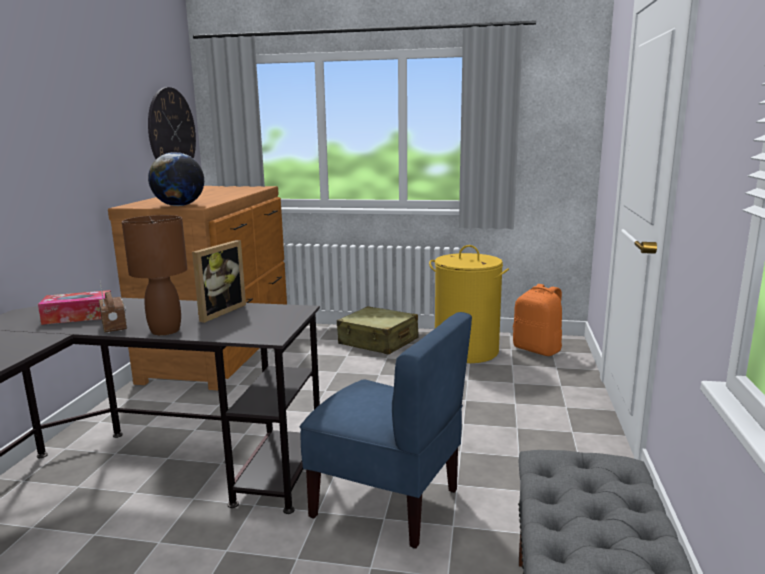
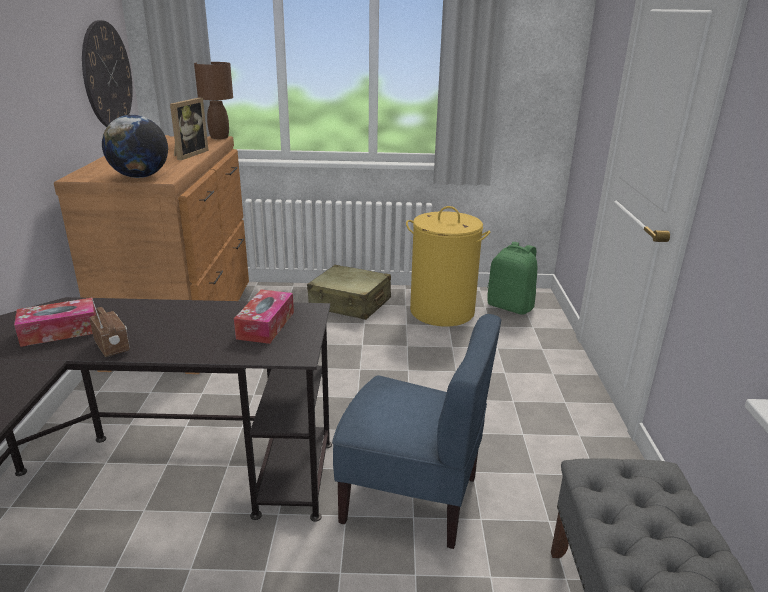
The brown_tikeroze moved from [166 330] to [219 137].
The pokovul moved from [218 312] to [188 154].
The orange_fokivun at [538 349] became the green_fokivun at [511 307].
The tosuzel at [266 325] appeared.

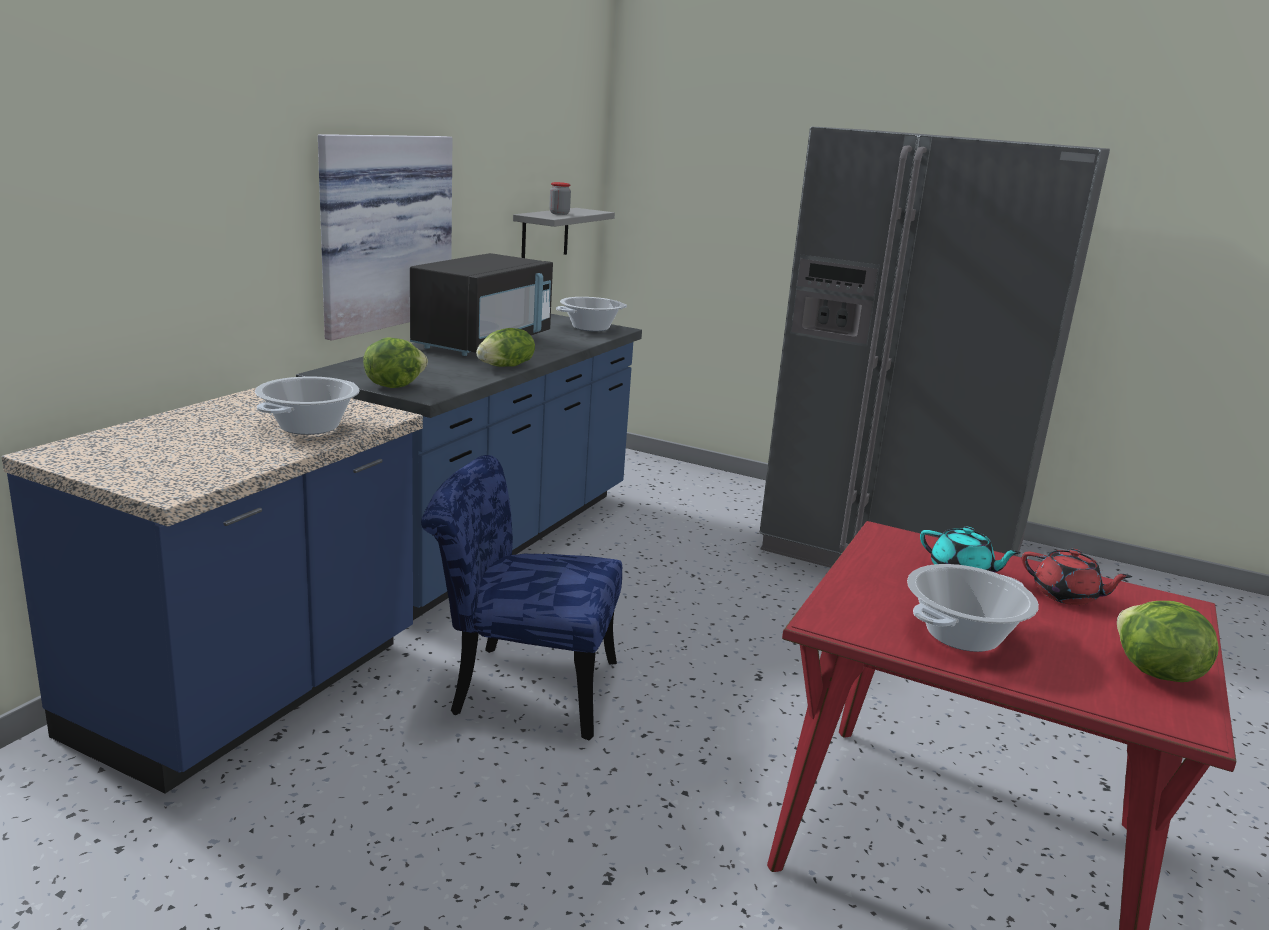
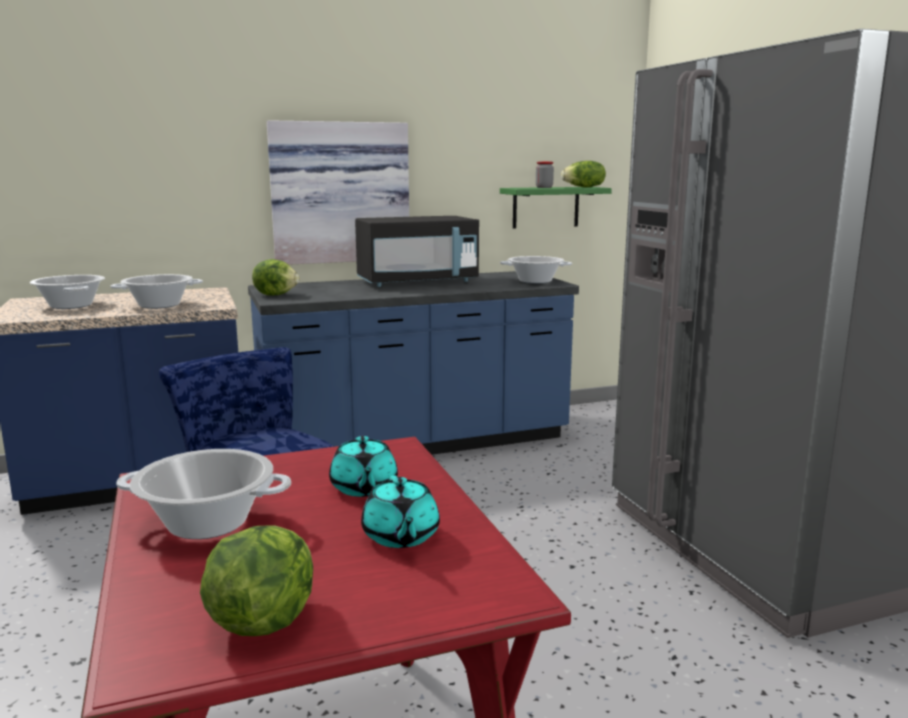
The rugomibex moved from [506 366] to [584 187].
The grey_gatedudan at [545 234] became the green_gatedudan at [546 207].
The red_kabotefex at [1066 596] became the turquoise_kabotefex at [400 536].
The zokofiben at [71 306] appeared.

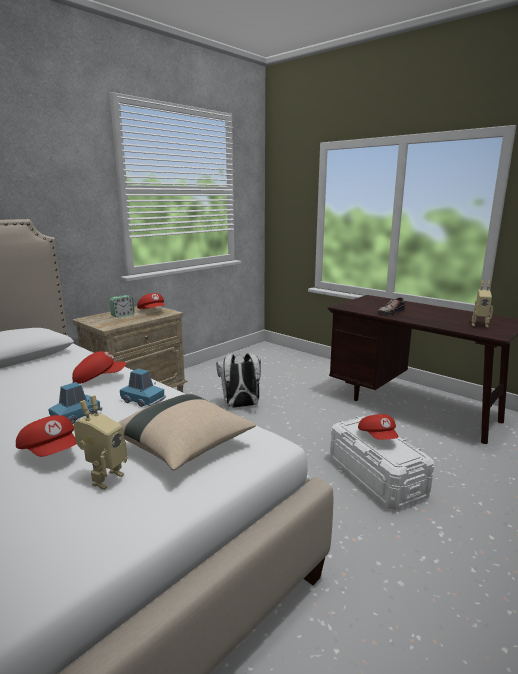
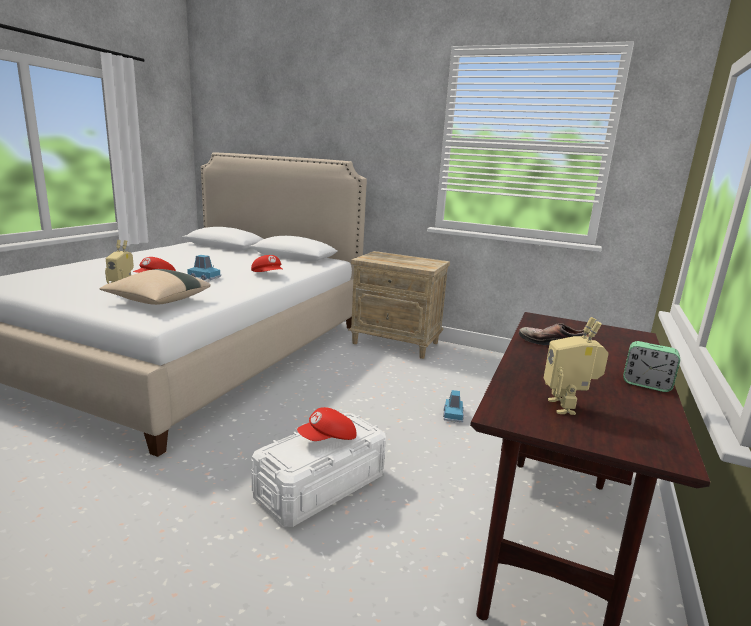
The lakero moved from [123 315] to [646 384].
The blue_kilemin moved from [143 400] to [453 415].
The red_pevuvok at [152 311] disappeared.
The white_fokivun at [240 406] disappeared.

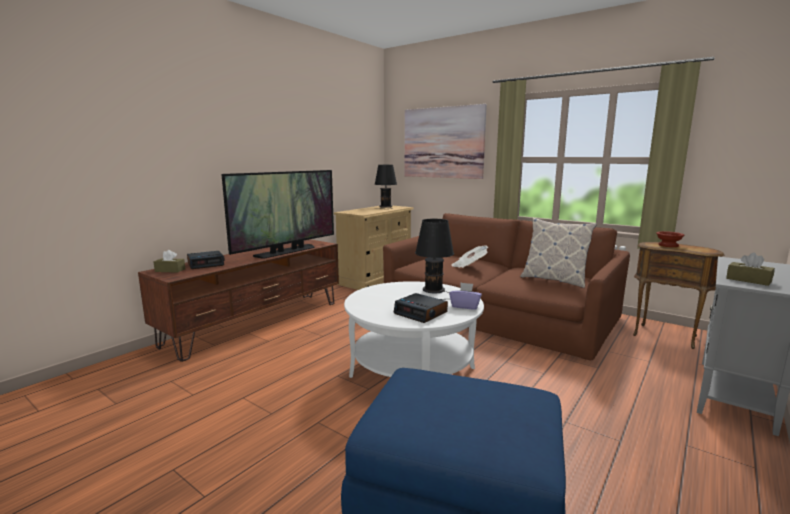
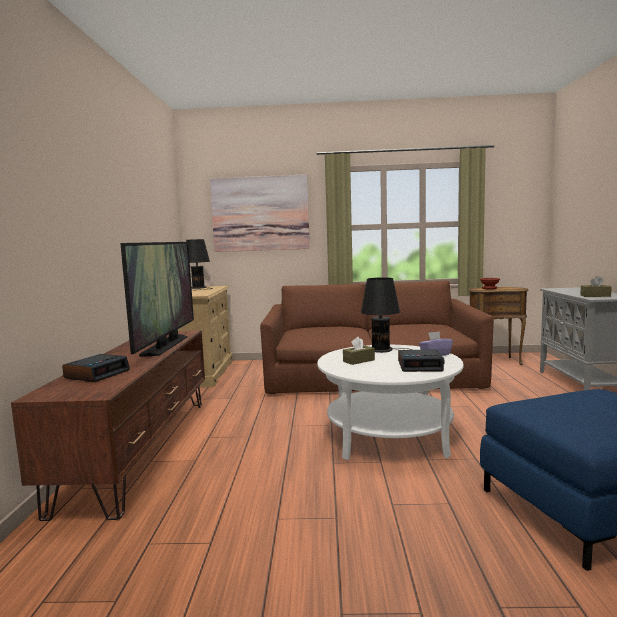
The brown_tosuzel moved from [170 270] to [358 361].
The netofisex at [469 266] disappeared.
The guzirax at [554 280] disappeared.

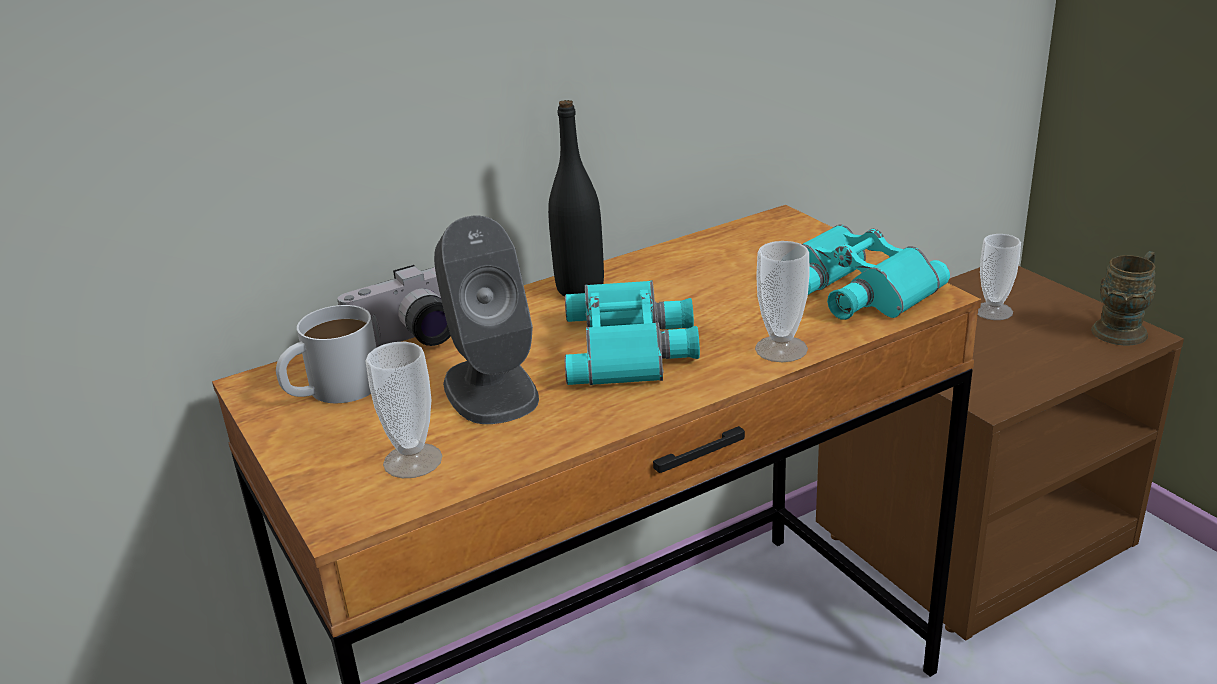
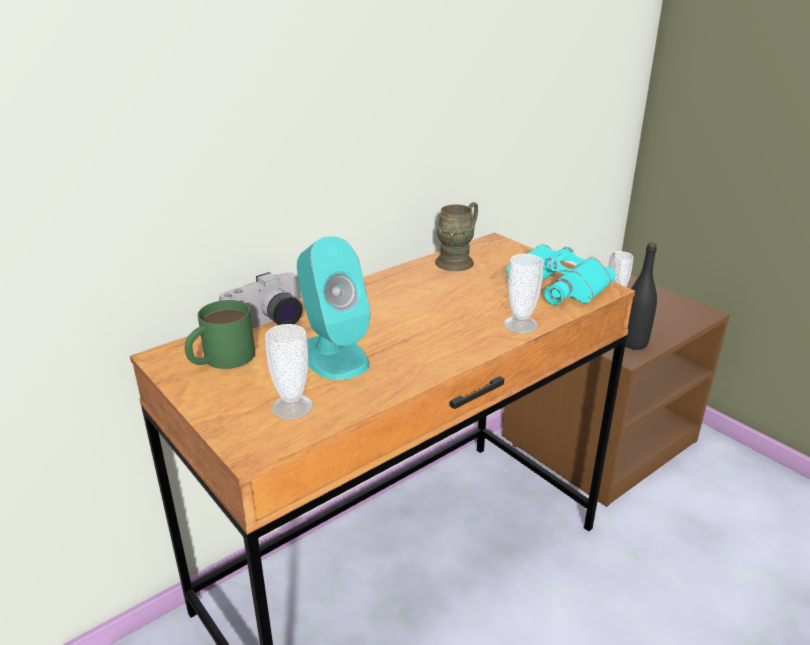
The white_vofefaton at [332 390] became the green_vofefaton at [221 359].
The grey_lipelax at [490 389] became the turquoise_lipelax at [333 356].
The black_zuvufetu moved from [580 289] to [633 343].
The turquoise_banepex at [632 347] disappeared.
The brown_vofefaton moved from [1124 328] to [459 260].

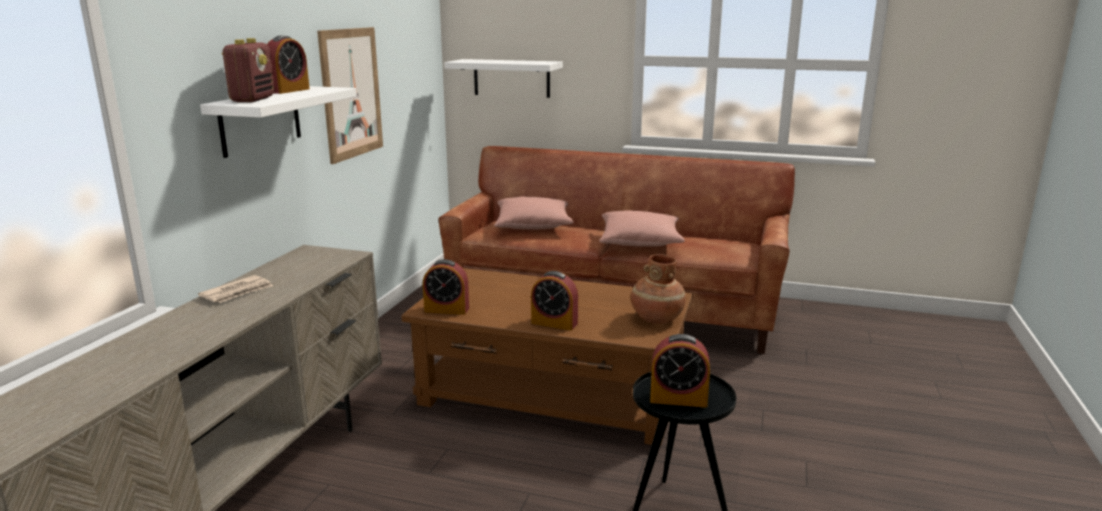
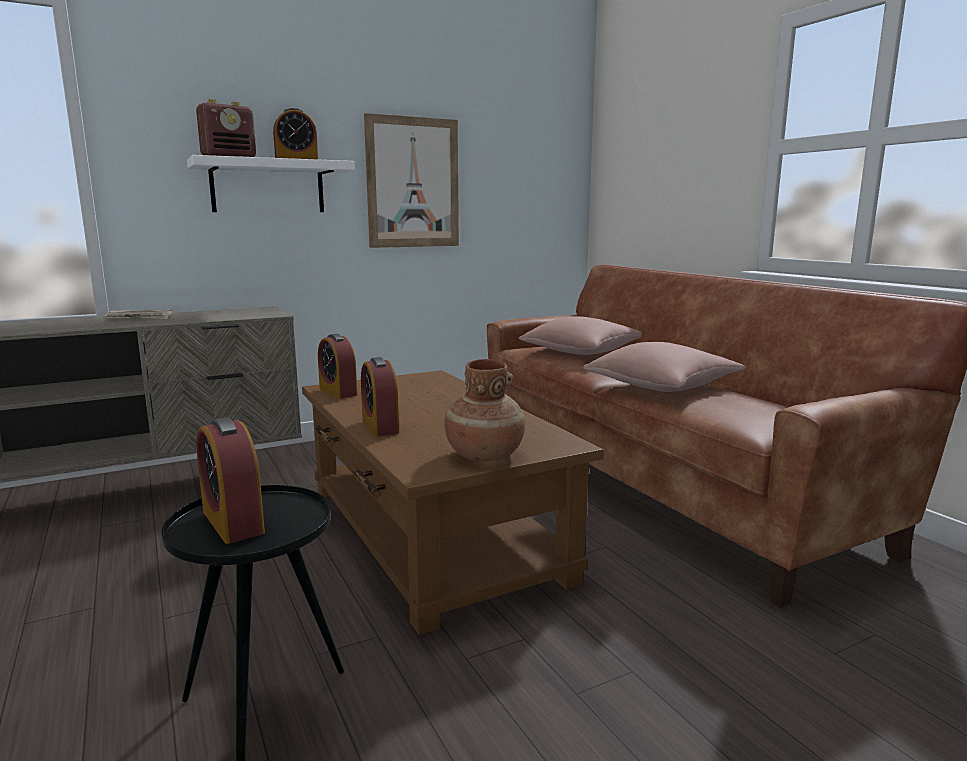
The white_gatedudan at [511 78] disappeared.

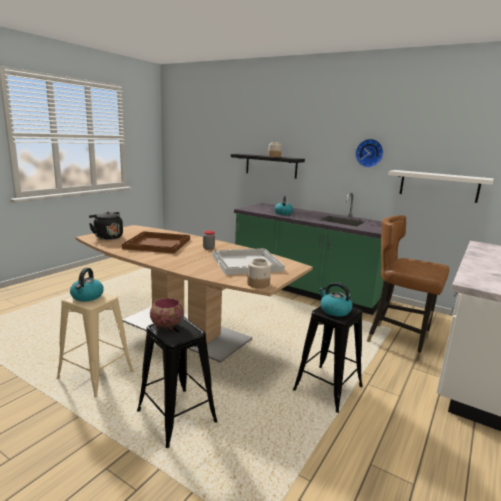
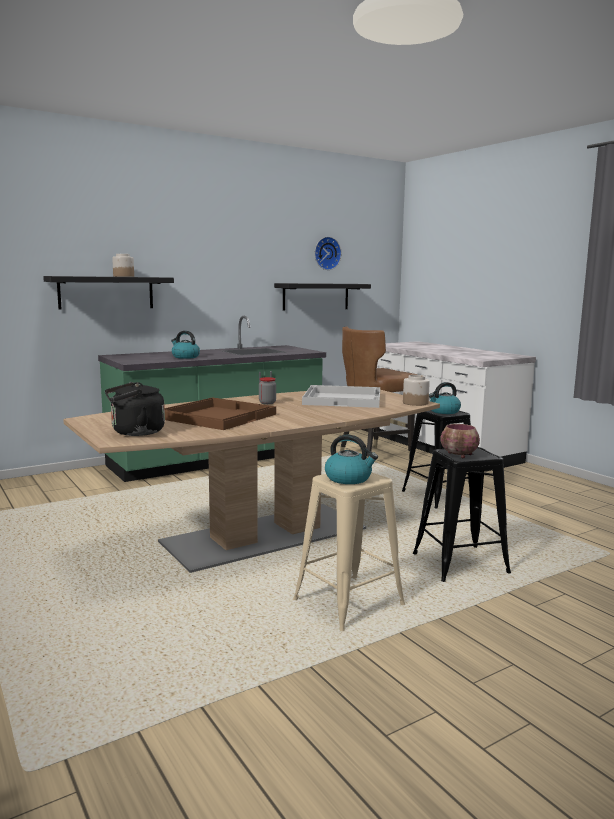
The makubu moved from [369 153] to [326 253].
The white_gatedudan at [438 186] became the black_gatedudan at [316 296].

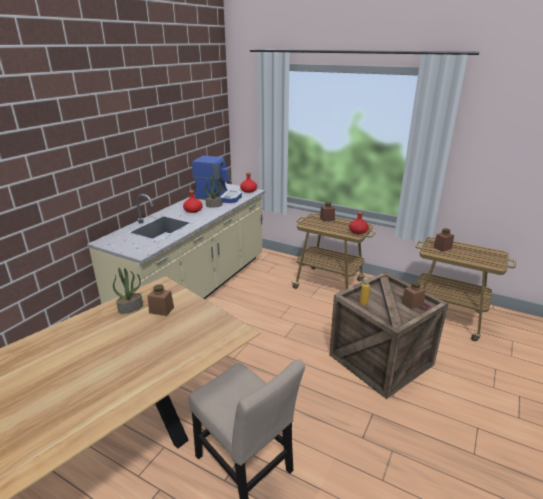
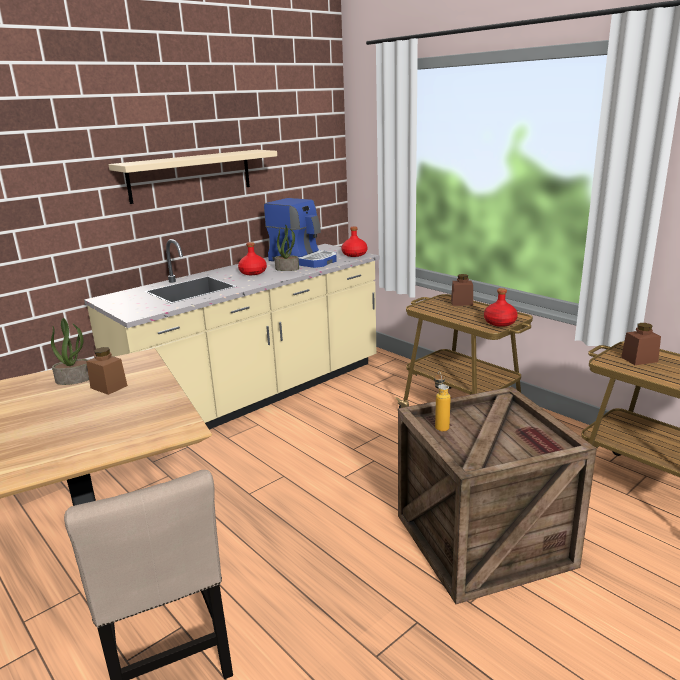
The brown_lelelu at [412 303] disappeared.
The beige_gatedudan at [191 175] appeared.

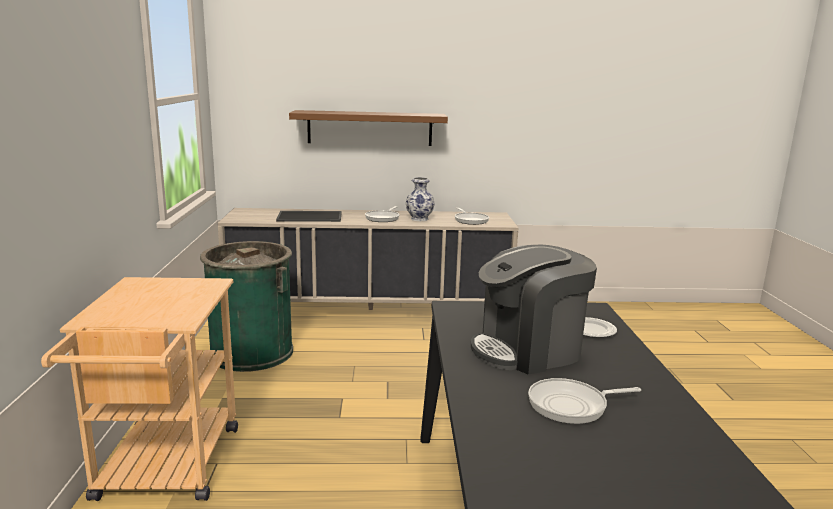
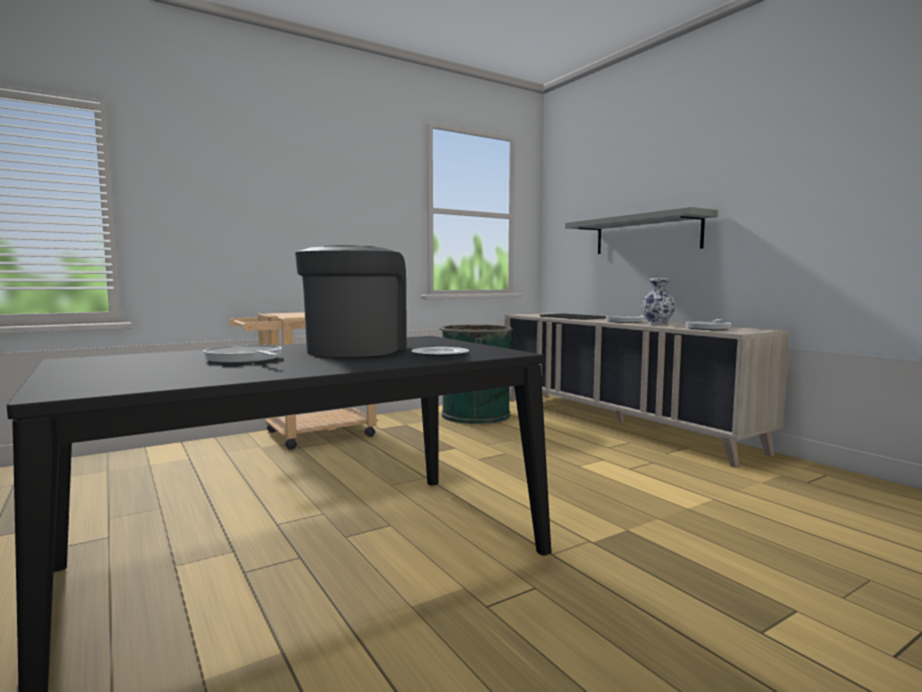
The brown_gatedudan at [370 128] became the grey_gatedudan at [646 234].
The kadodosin at [528 350] turned 60 degrees clockwise.

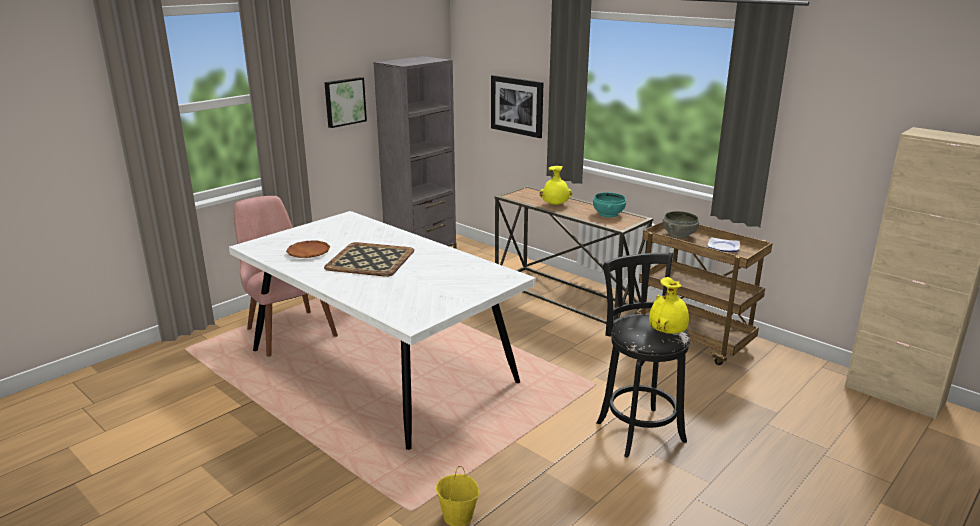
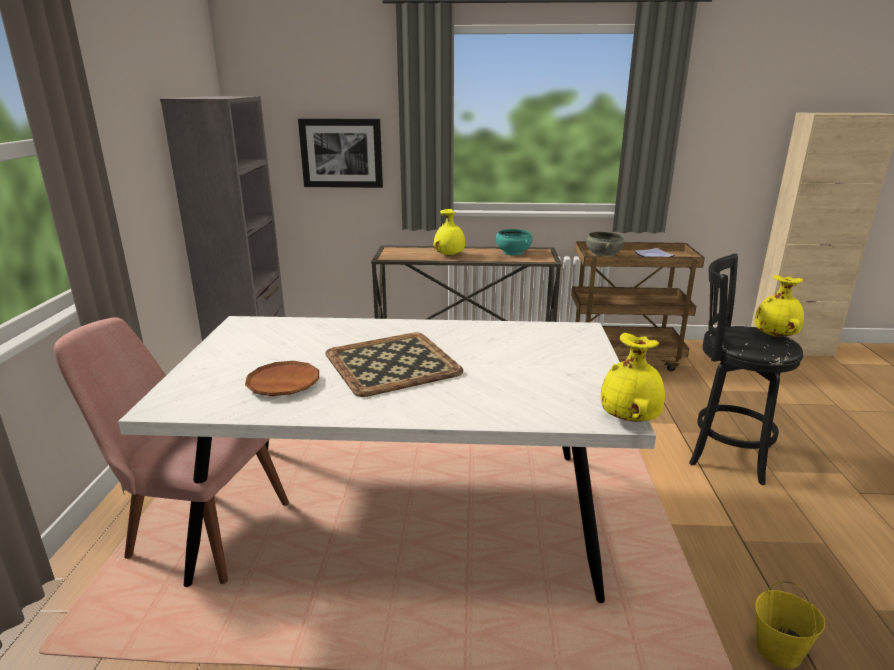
The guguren at [344 102] disappeared.
The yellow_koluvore at [630 418] appeared.

